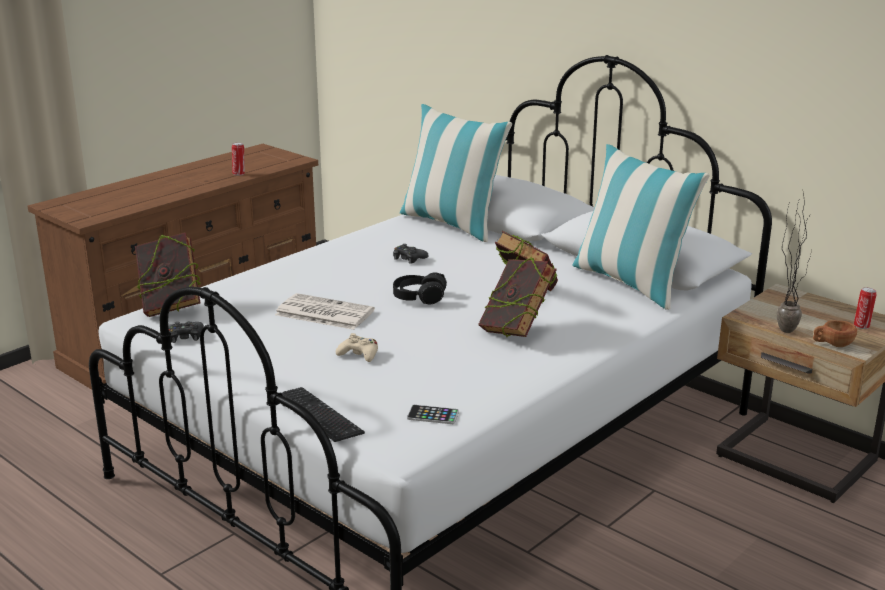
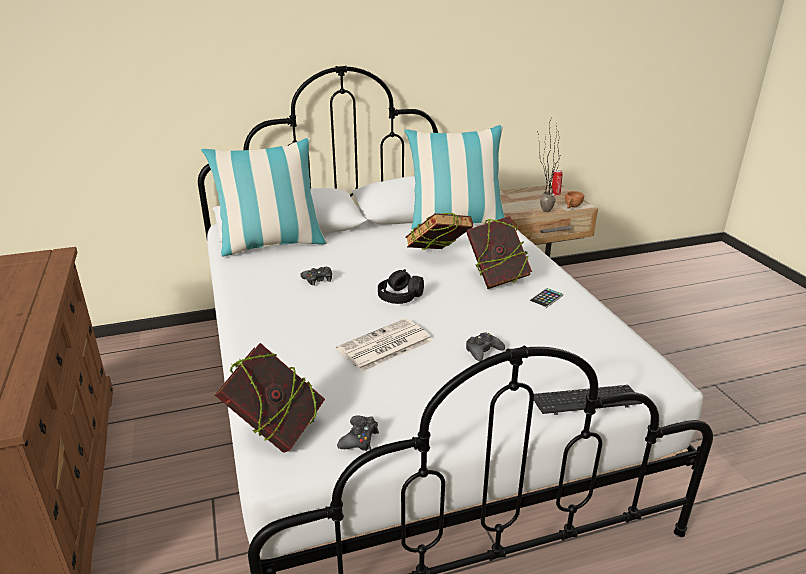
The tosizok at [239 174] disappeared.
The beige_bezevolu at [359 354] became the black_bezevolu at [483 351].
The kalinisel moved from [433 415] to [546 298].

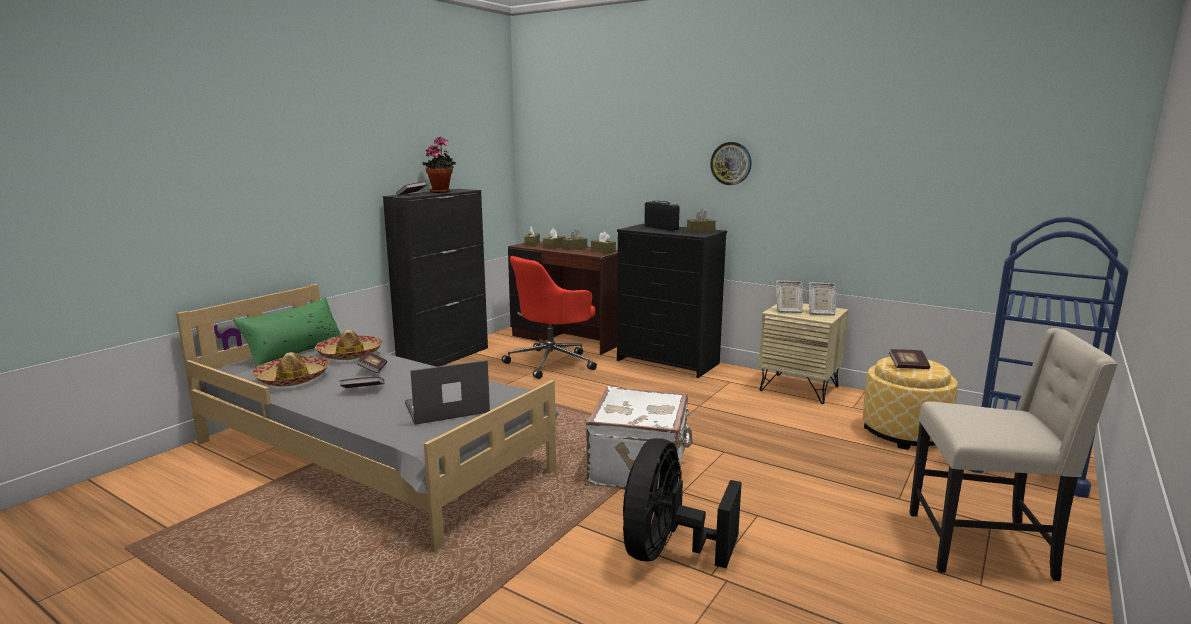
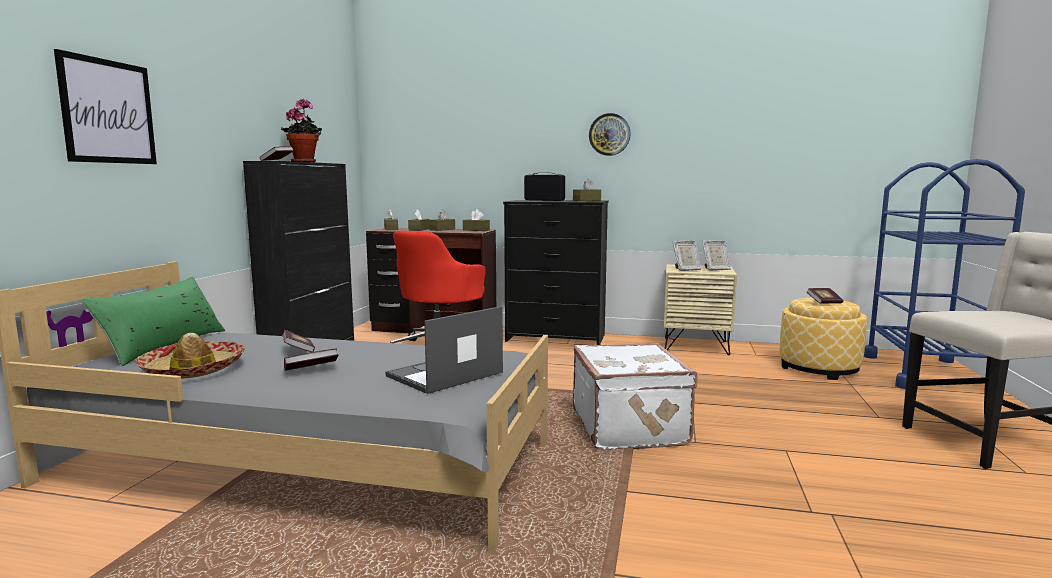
The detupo at [350 354] disappeared.
The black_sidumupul at [667 552] disappeared.
The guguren at [108 111] appeared.

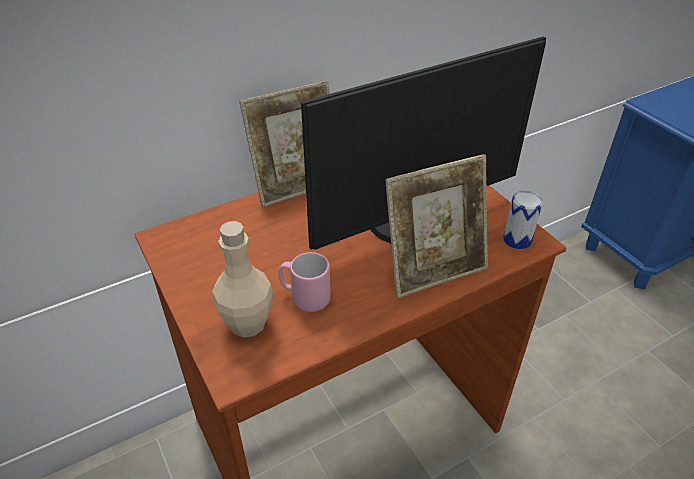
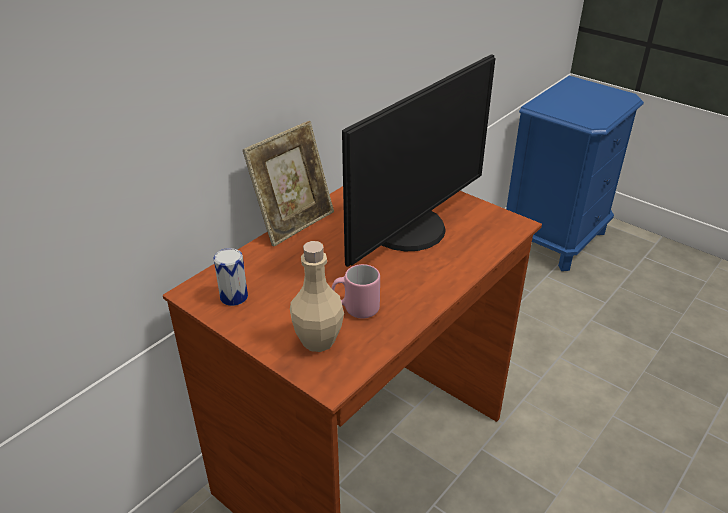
The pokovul at [434 270] disappeared.
The tosizok moved from [517 240] to [234 297].

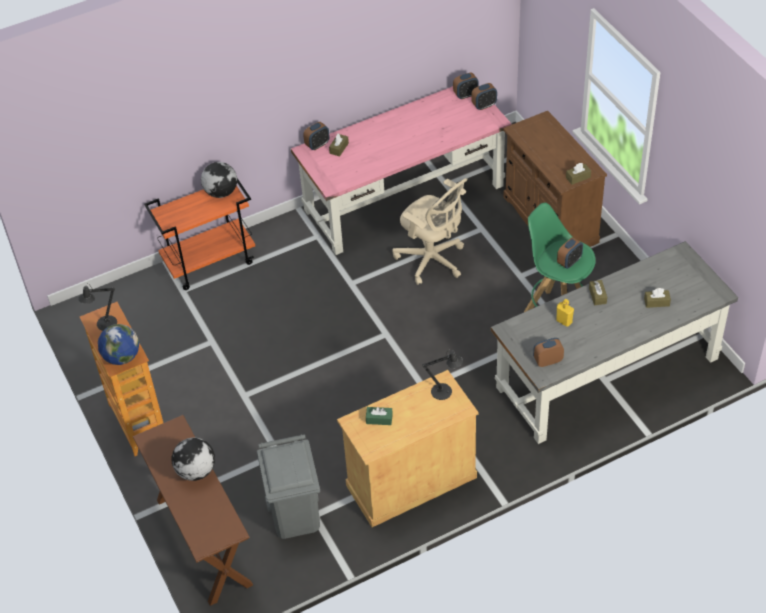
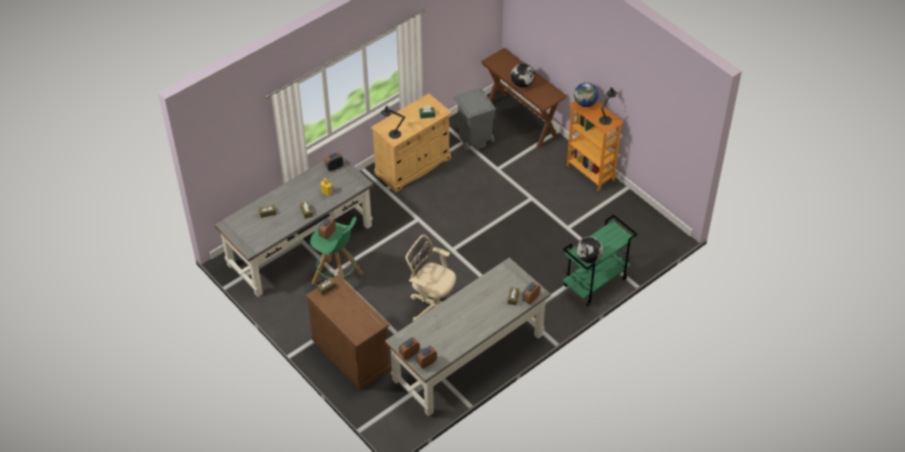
The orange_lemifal at [210 261] became the green_lemifal at [595 283].
The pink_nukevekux at [404 197] became the grey_nukevekux at [468 358].

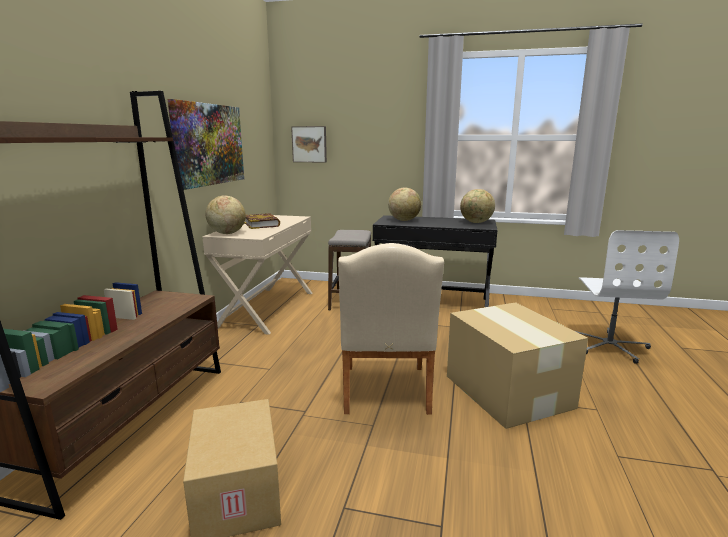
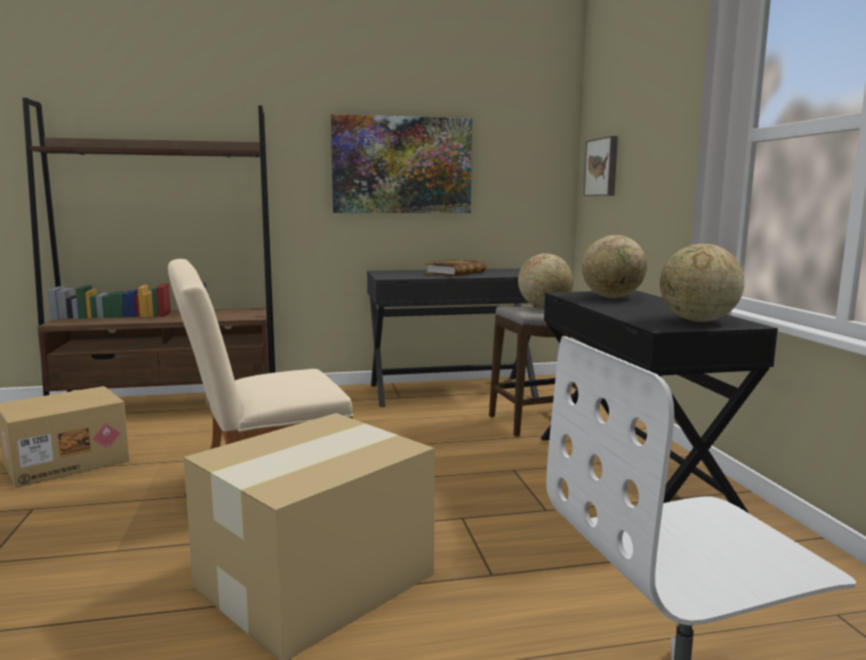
The beige_nukevekux at [267 309] became the black_nukevekux at [452 390].
The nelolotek moved from [227 233] to [544 307].

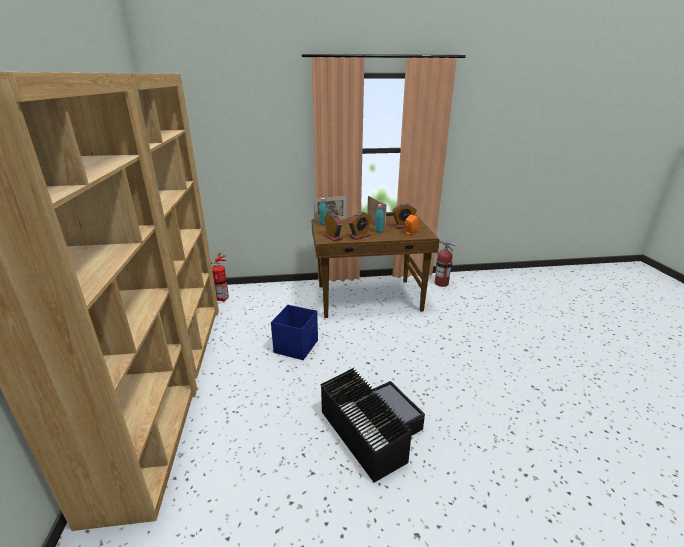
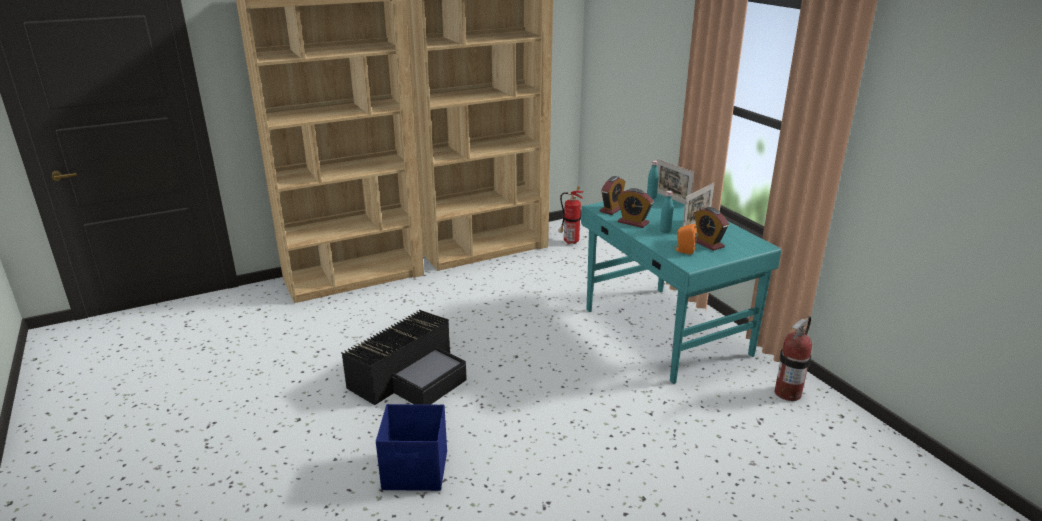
The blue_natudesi moved from [296 346] to [416 471].
The brown_nukevekux at [369 298] became the turquoise_nukevekux at [665 332].

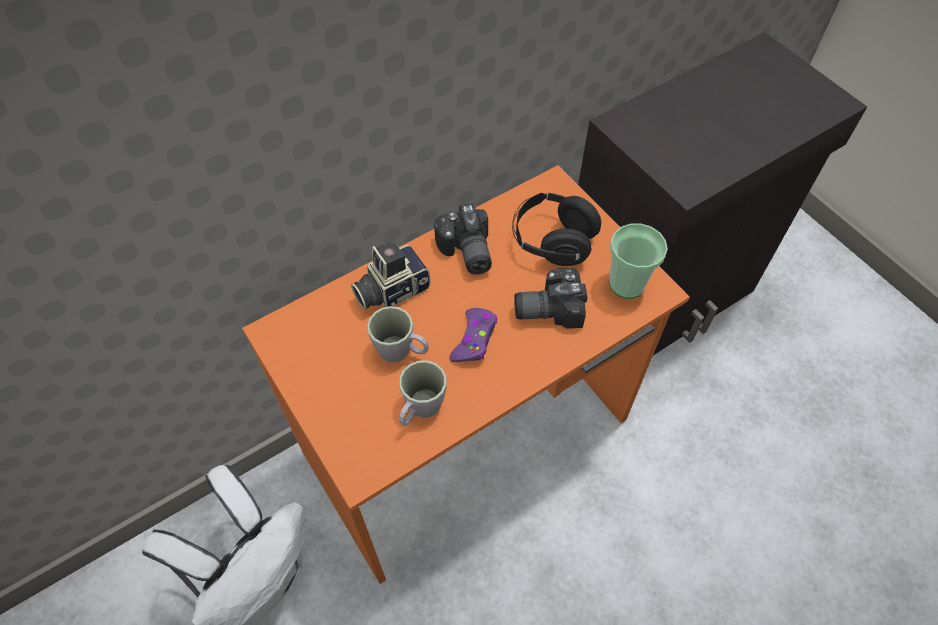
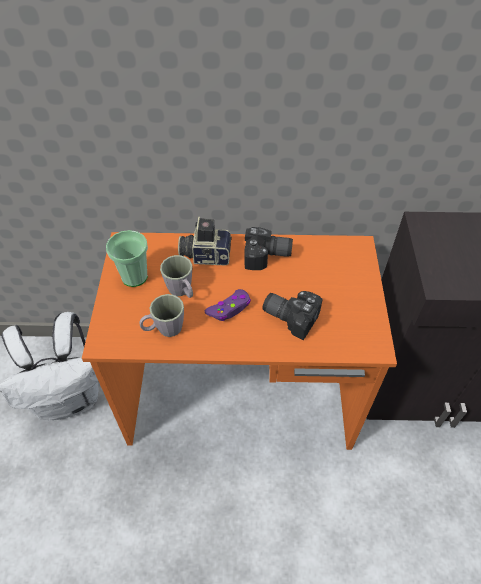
The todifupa at [465 252] turned 105 degrees counterclockwise.
The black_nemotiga at [552 242] disappeared.
The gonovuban moved from [627 284] to [134 277].

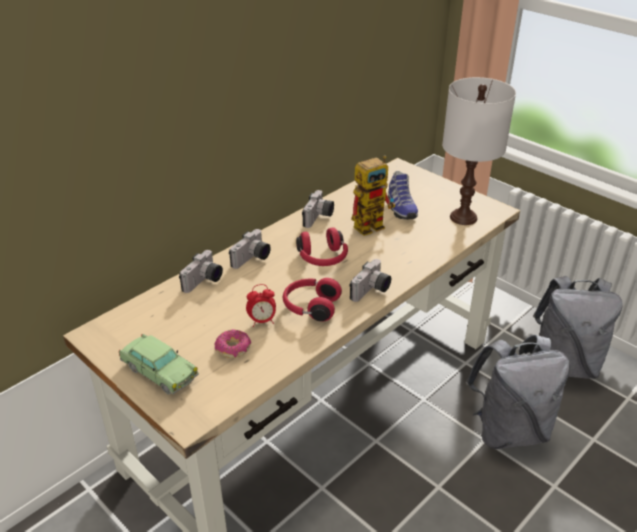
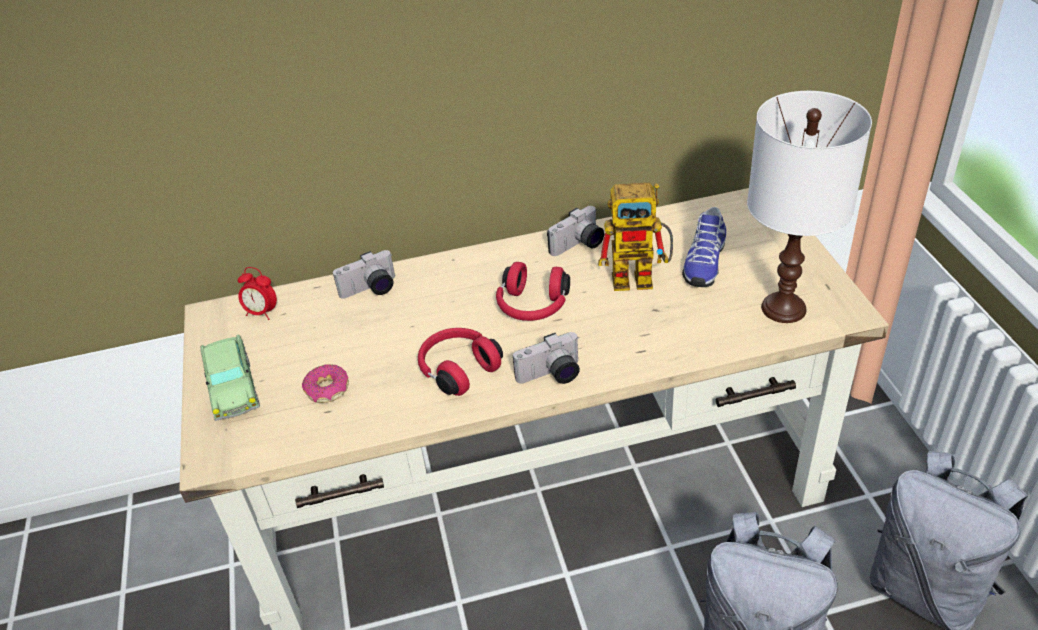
The todifupa at [252 259] disappeared.
The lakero moved from [262 321] to [262 312].

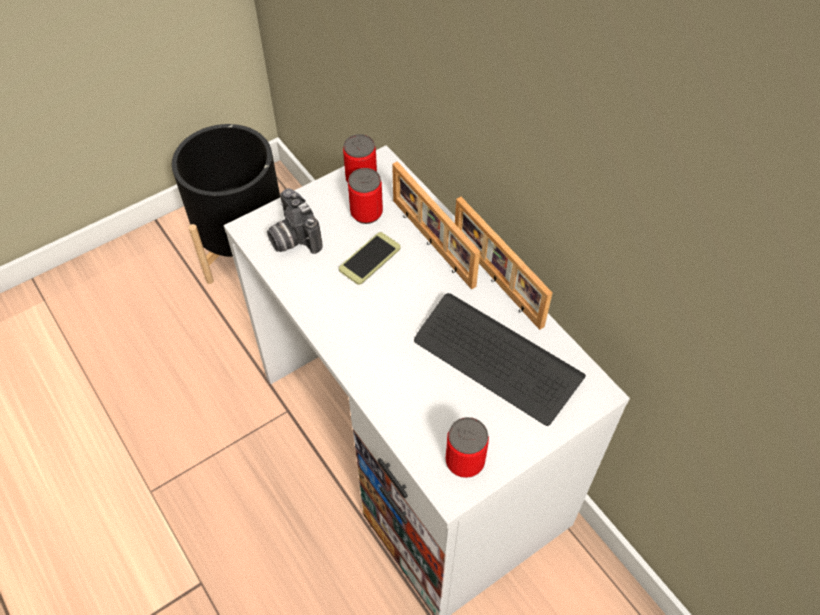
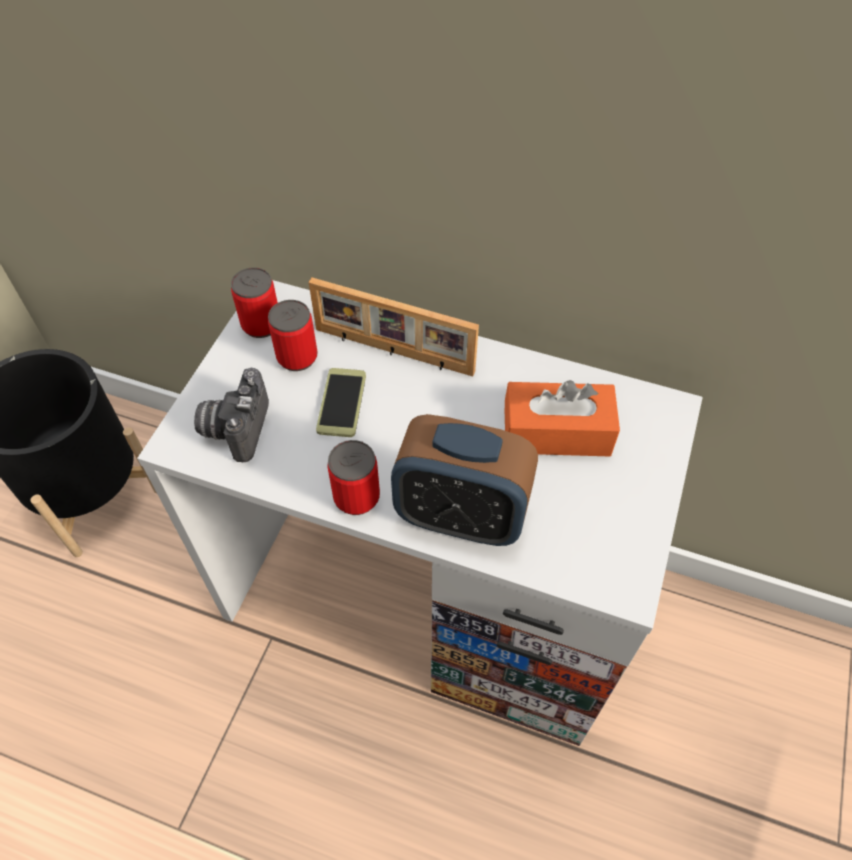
The todifupa at [292 238] turned 75 degrees clockwise.
The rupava at [496 360] was replaced by the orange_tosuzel at [556 432].
The tosizok moved from [465 461] to [356 497].
The pokovul at [495 280] disappeared.
The lakero at [461 516] appeared.

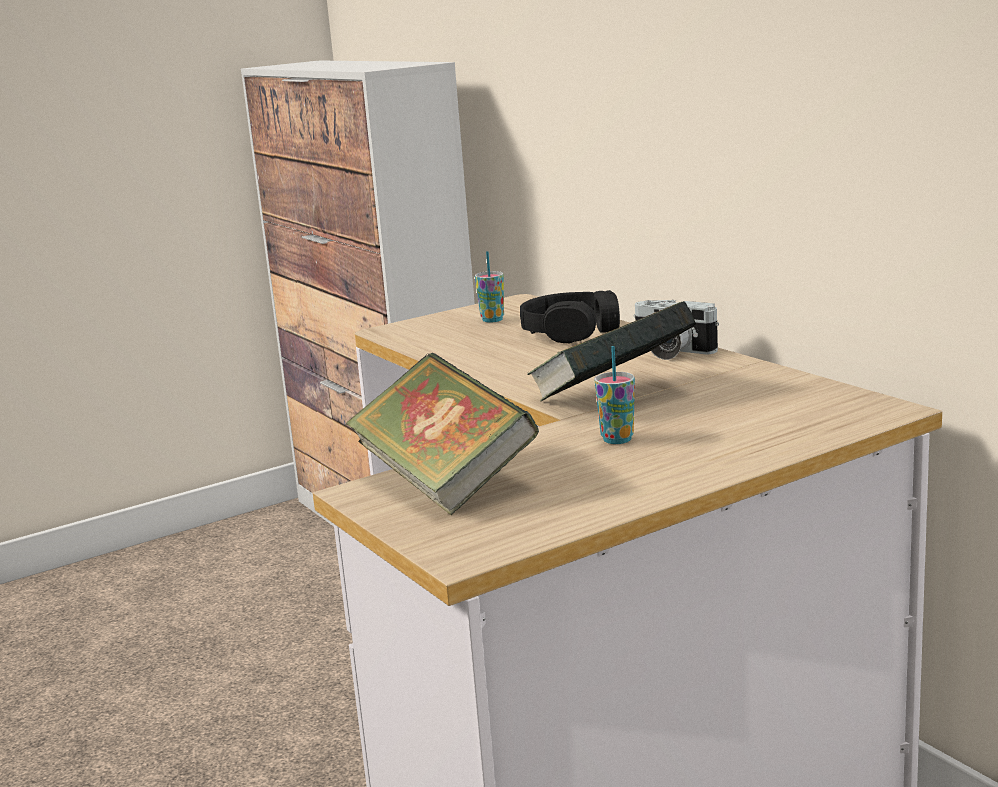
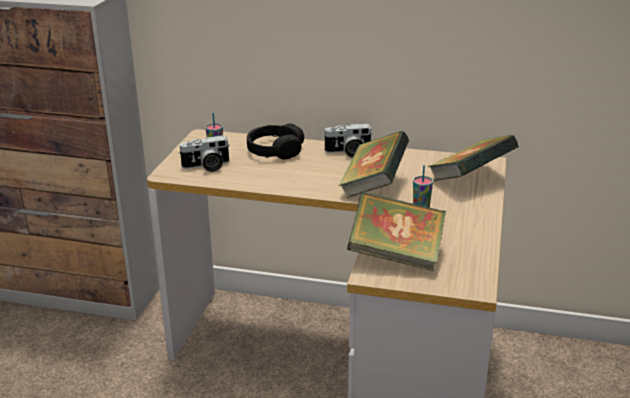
The todifupa at [207 166] appeared.
The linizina at [470 180] appeared.

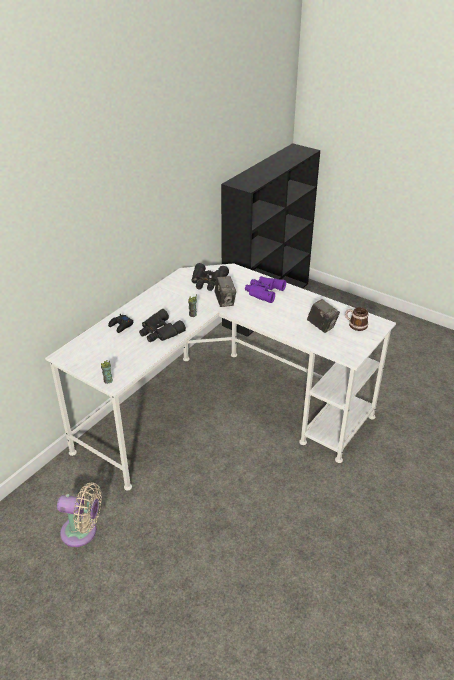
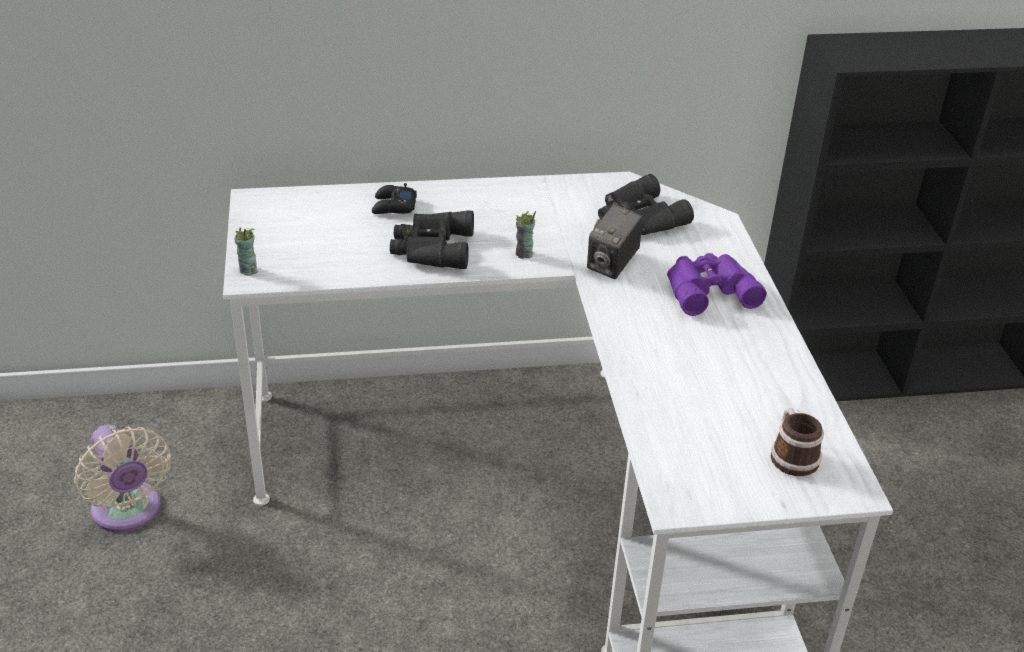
The todifupa at [322 326] disappeared.

